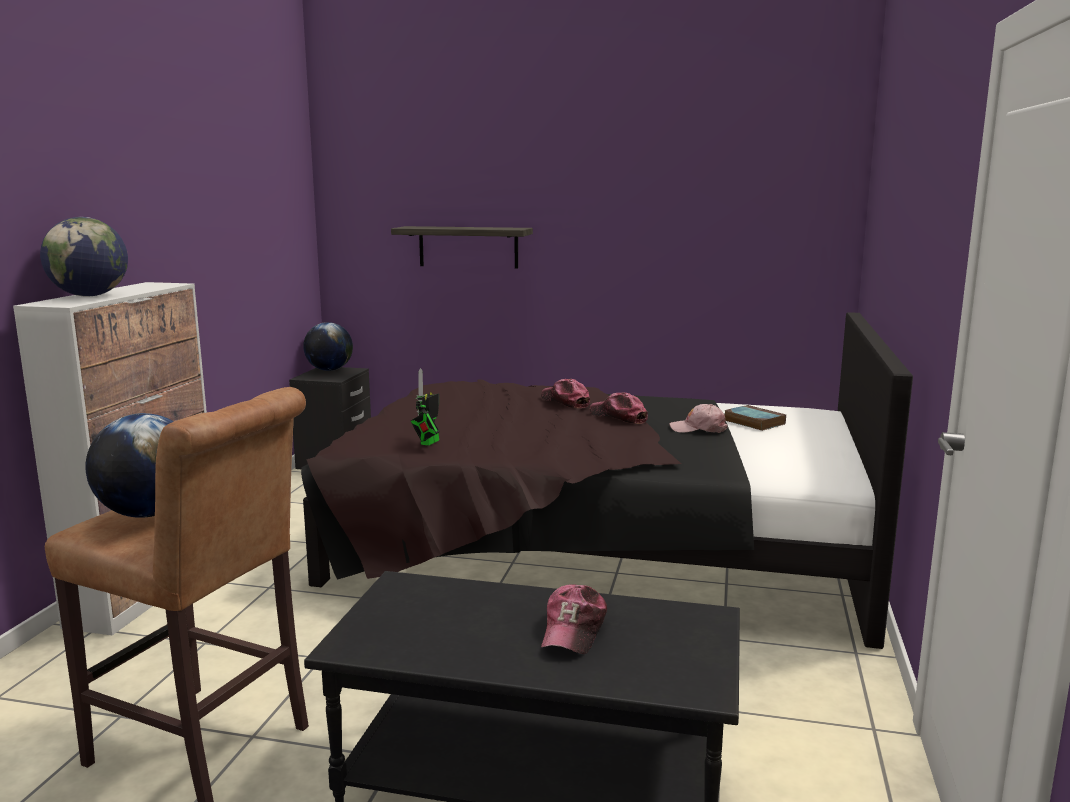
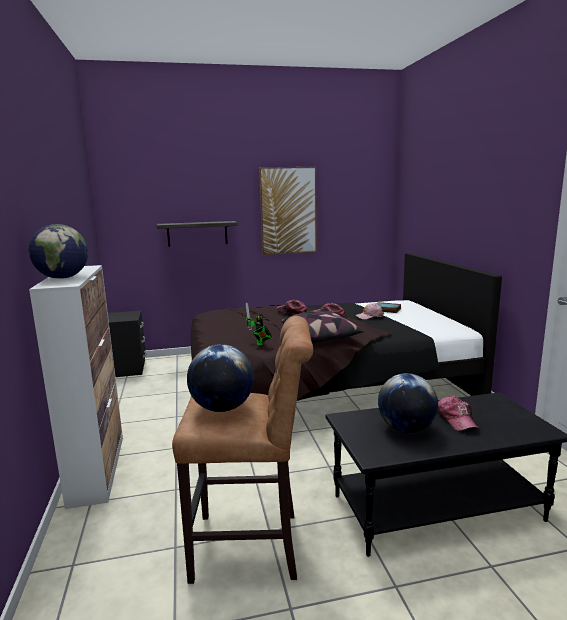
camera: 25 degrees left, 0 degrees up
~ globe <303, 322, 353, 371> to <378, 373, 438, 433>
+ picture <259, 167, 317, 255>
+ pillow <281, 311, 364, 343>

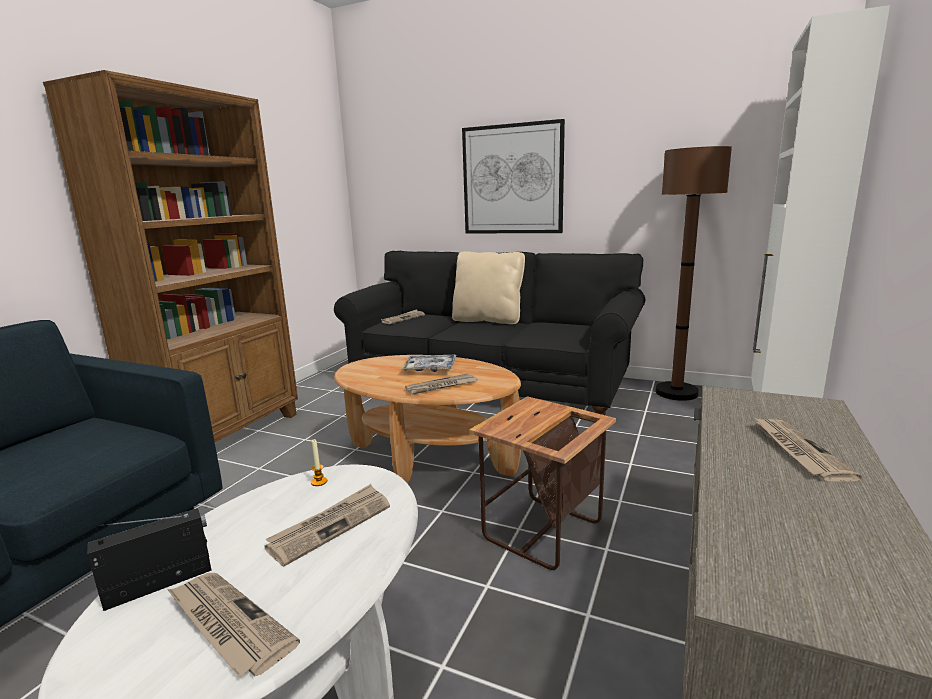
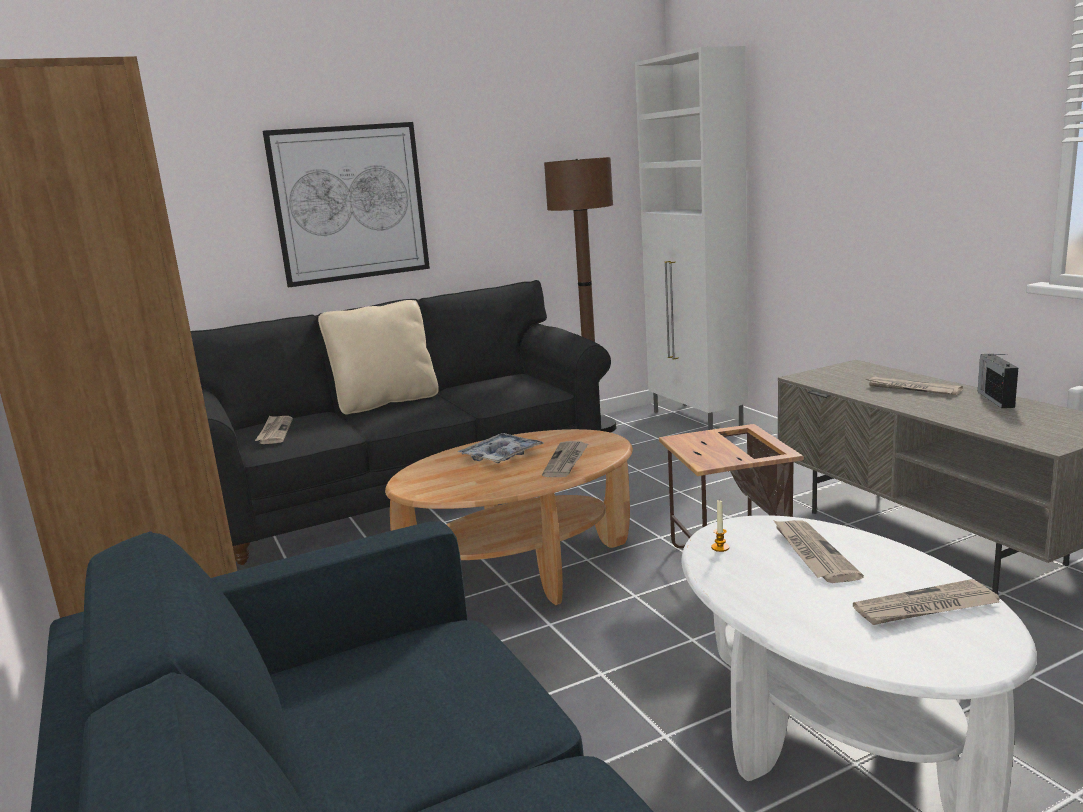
camera: 50 degrees left, 0 degrees up
~ radio <87, 508, 212, 611> to <978, 353, 1018, 408>

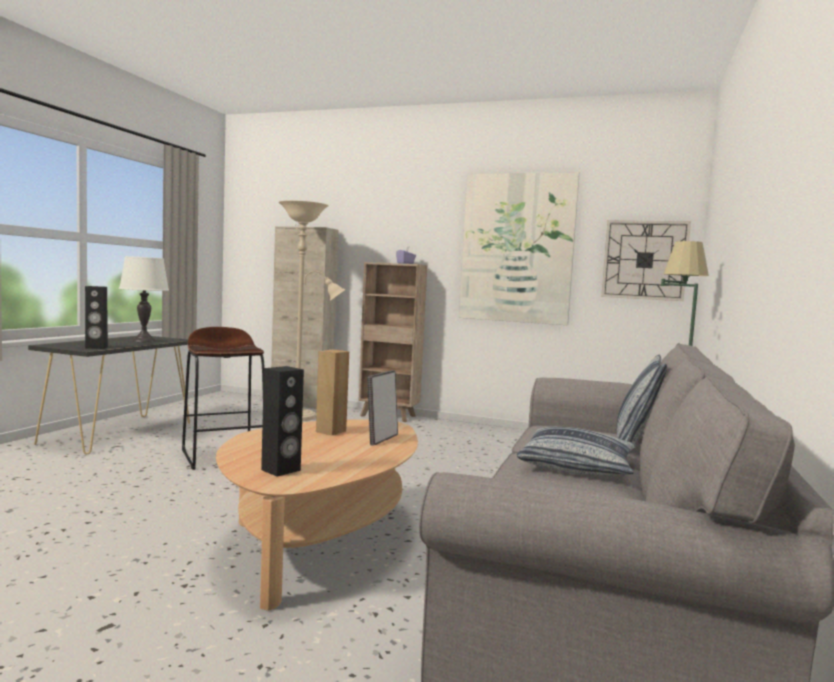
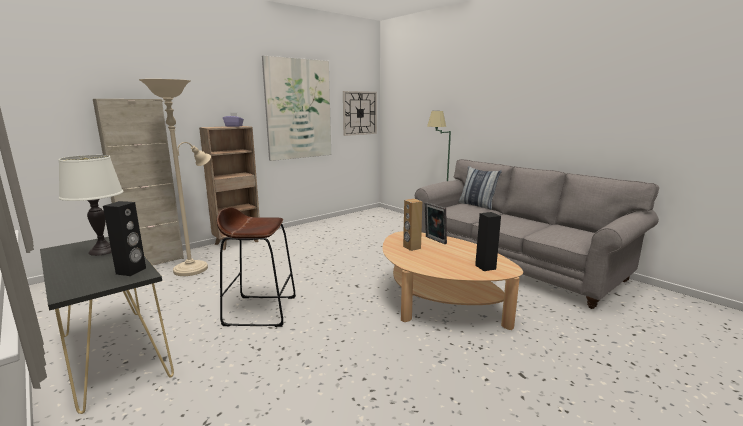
camera: 60 degrees left, 10 degrees up
- pillow <517, 427, 636, 475>

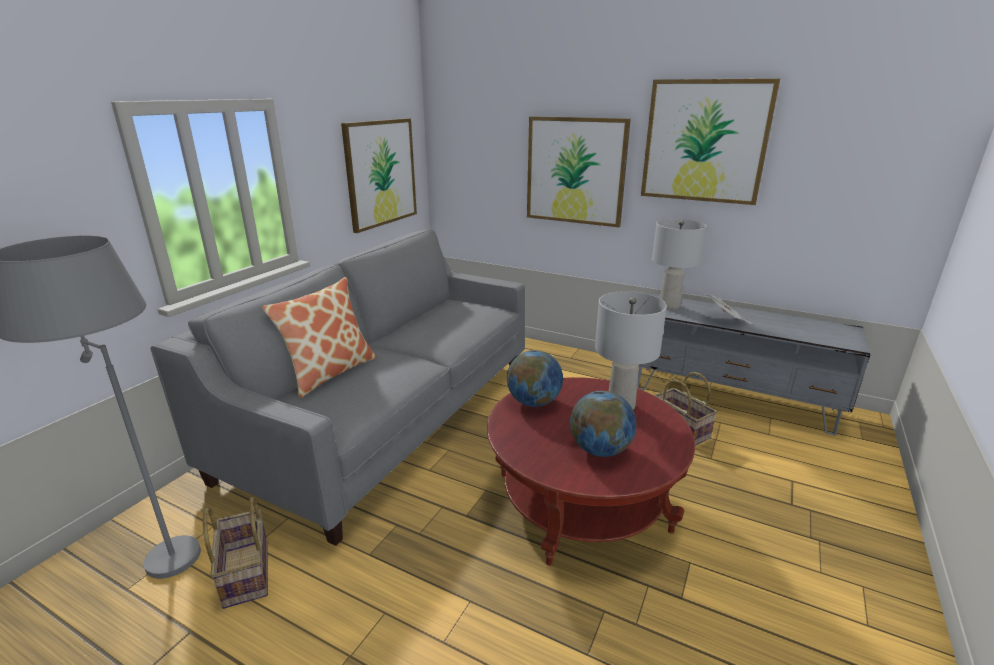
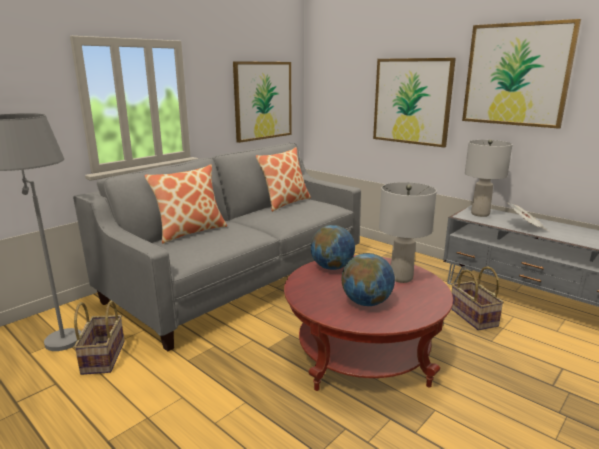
camera: 15 degrees right, 5 degrees down
+ pillow <256, 147, 311, 212>

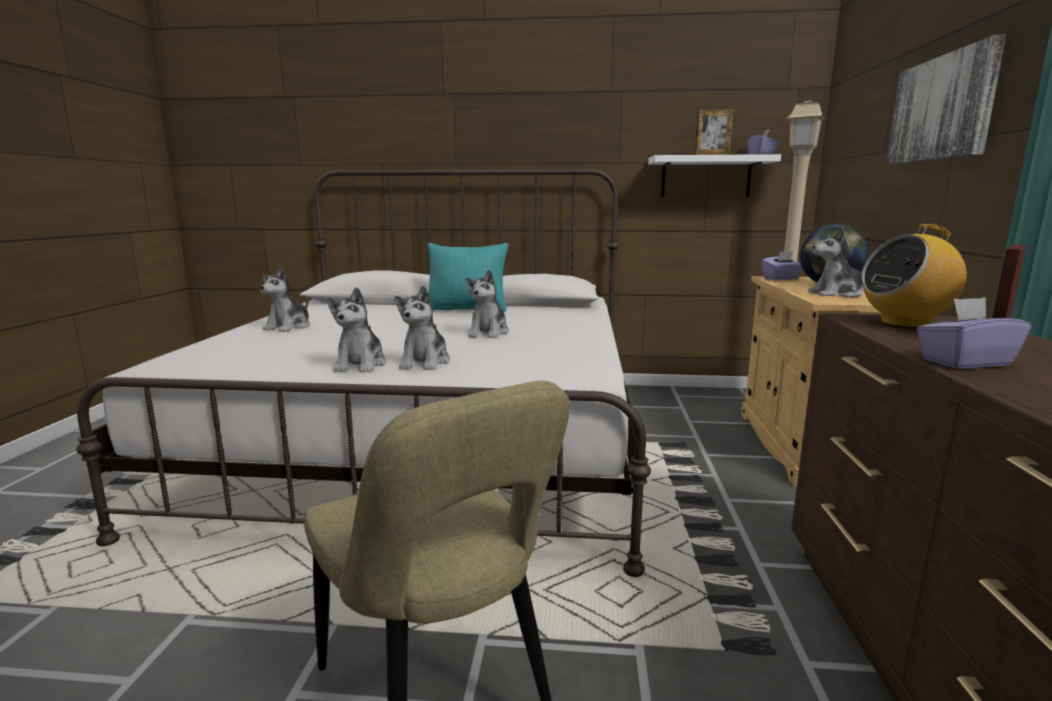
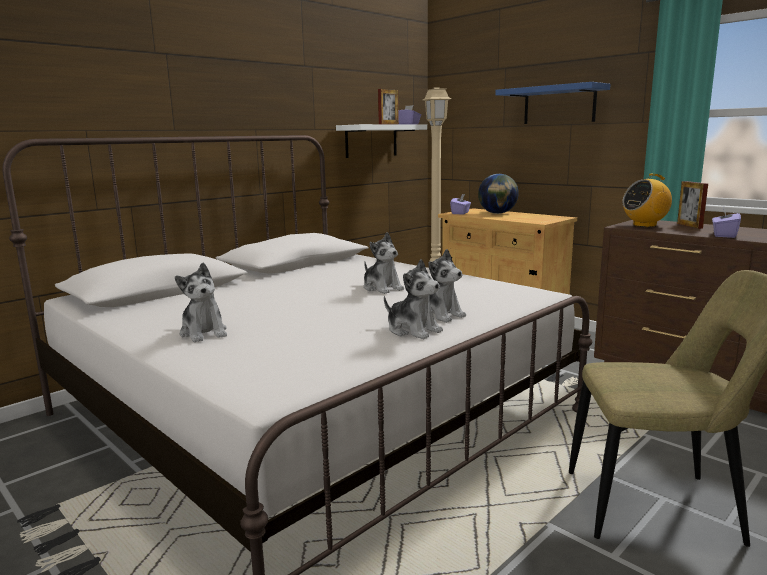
camera: 50 degrees left, 0 degrees up
~ picture <887, 35, 1006, 164> to shelf in blue <495, 82, 611, 124>
~ radio <862, 224, 967, 328> = <623, 174, 672, 227> 45 degrees clockwise
- plush toy <808, 228, 864, 297>
- pillow in turquoise <428, 243, 509, 312>

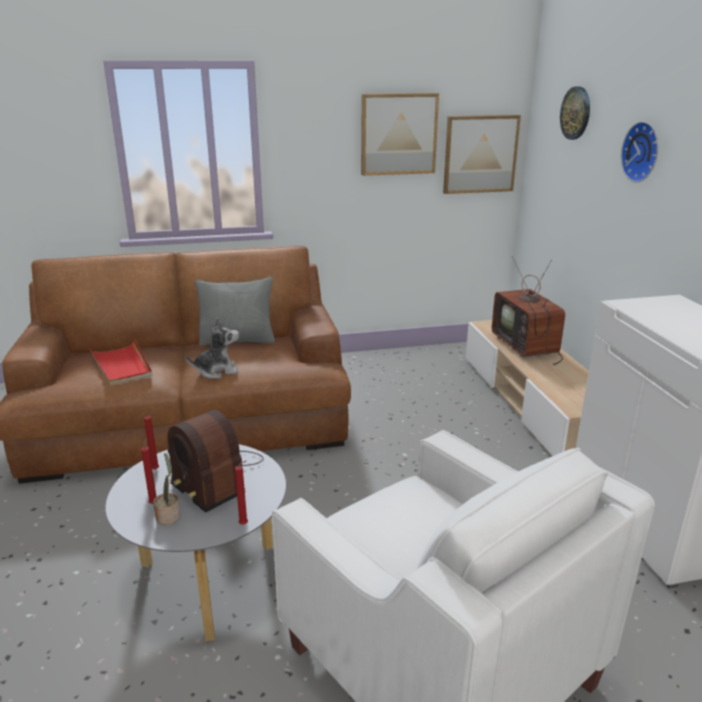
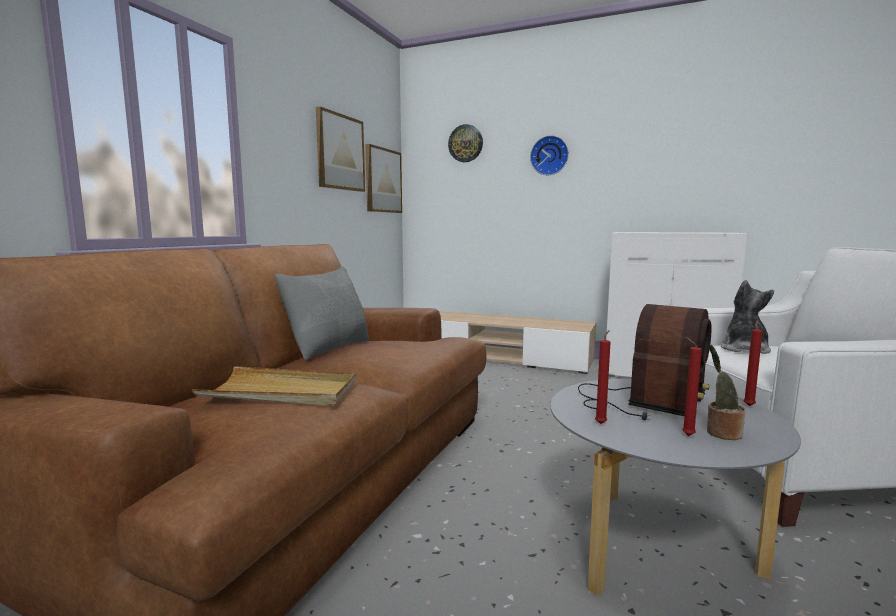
camera: 55 degrees left, 15 degrees down
- television <492, 256, 565, 365>
~ plush toy <185, 318, 239, 378> to <721, 280, 774, 354>
~ tray in red <89, 339, 152, 386> to tray in beige <192, 366, 356, 406>
~ radio <167, 410, 264, 513> = <578, 304, 711, 420> 45 degrees counterclockwise

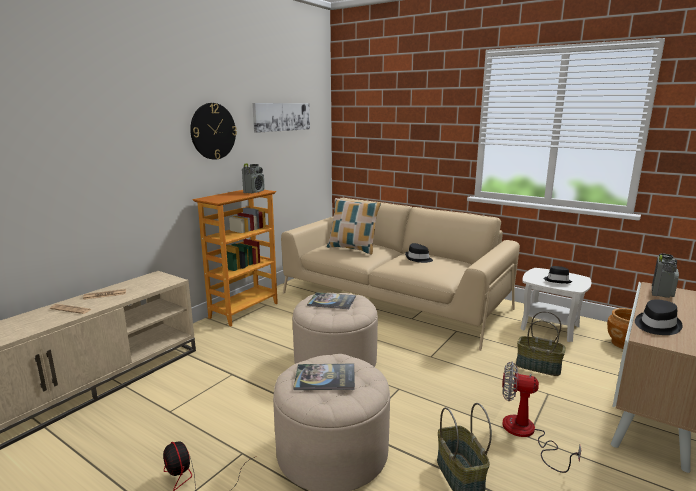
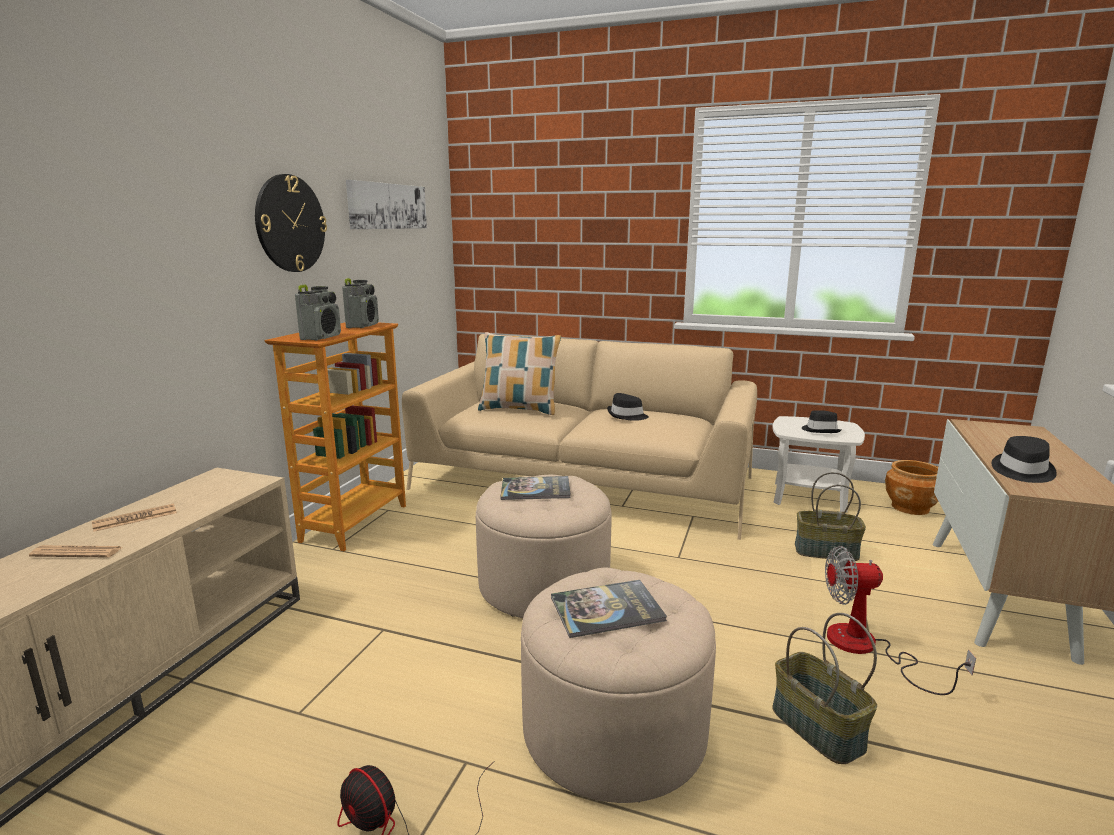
camera: 15 degrees left, 0 degrees up
~ radio <652, 253, 679, 298> to <295, 284, 341, 340>

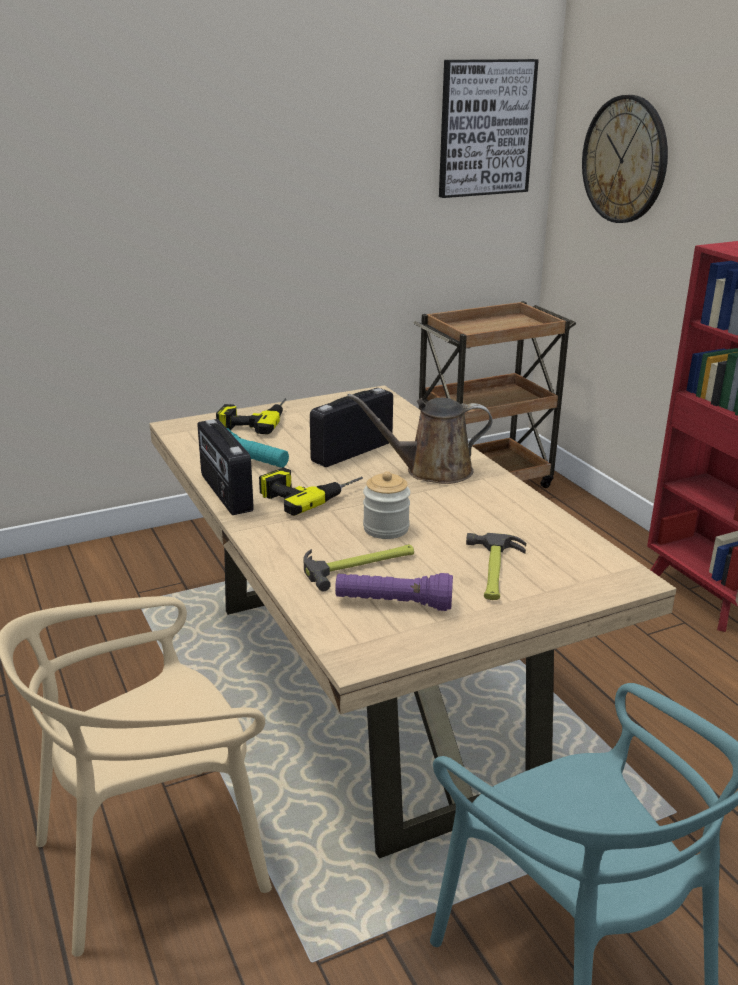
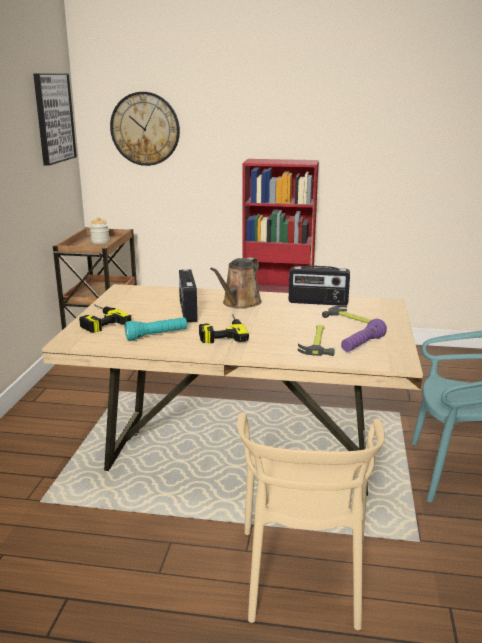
camera: 55 degrees left, 5 degrees down
~ radio <198, 419, 254, 515> to <289, 265, 350, 305>
~ jar <363, 471, 410, 539> to <90, 217, 110, 244>

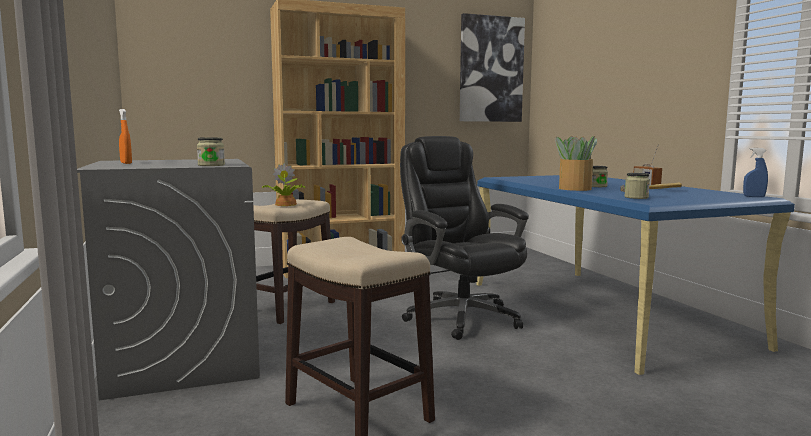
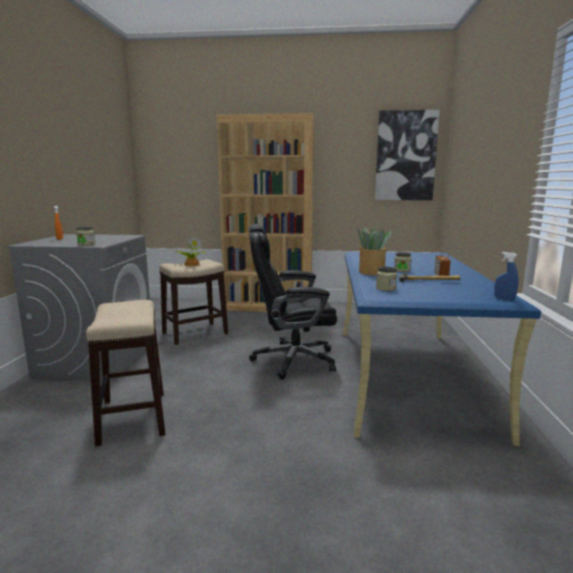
camera: 25 degrees right, 5 degrees up
~ office chair in black <400, 136, 529, 340> = <249, 224, 337, 380> 90 degrees counterclockwise

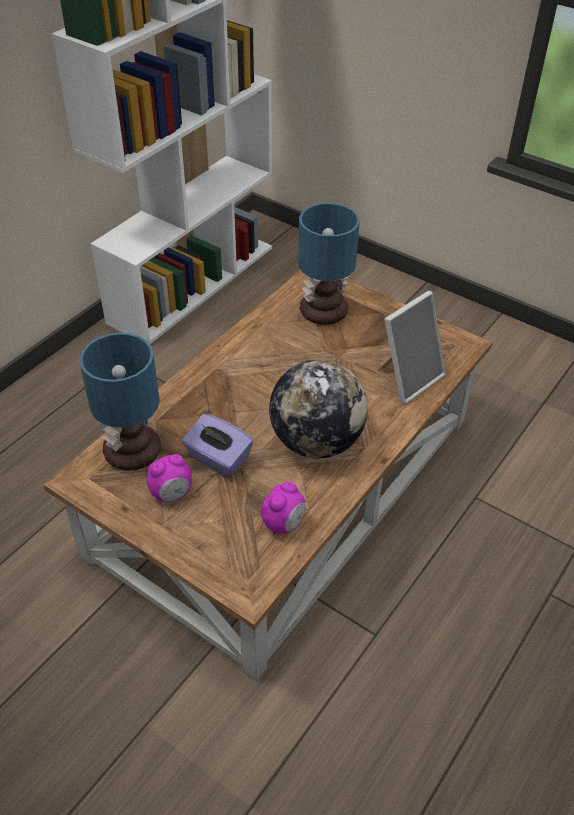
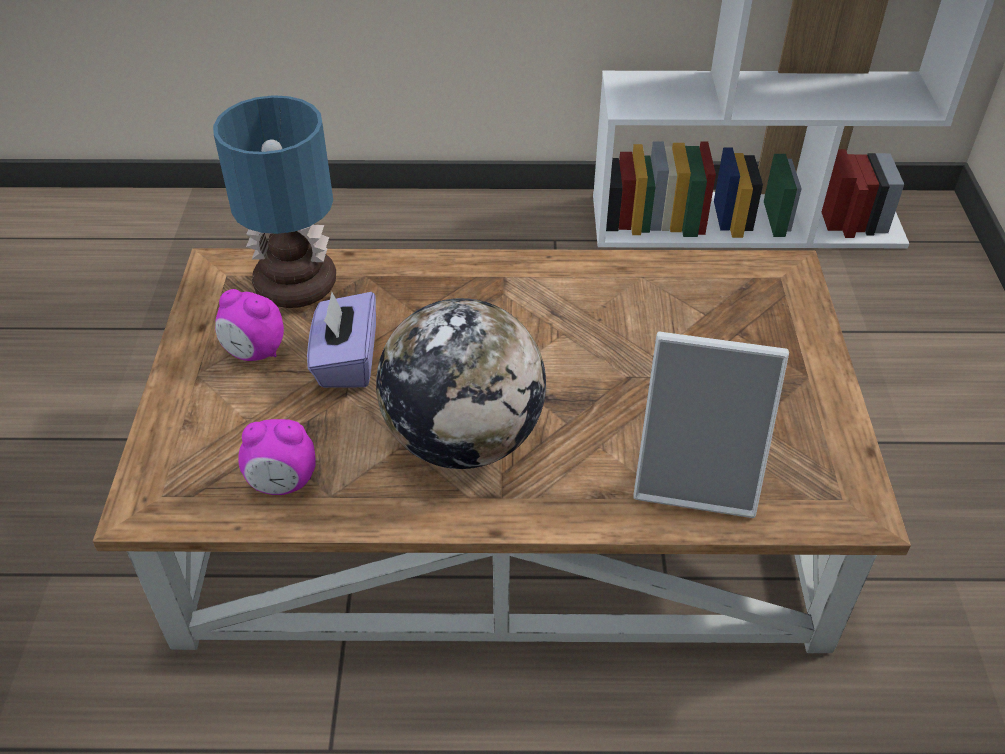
camera: 55 degrees right, 0 degrees up
- table lamp <298, 203, 360, 325>

